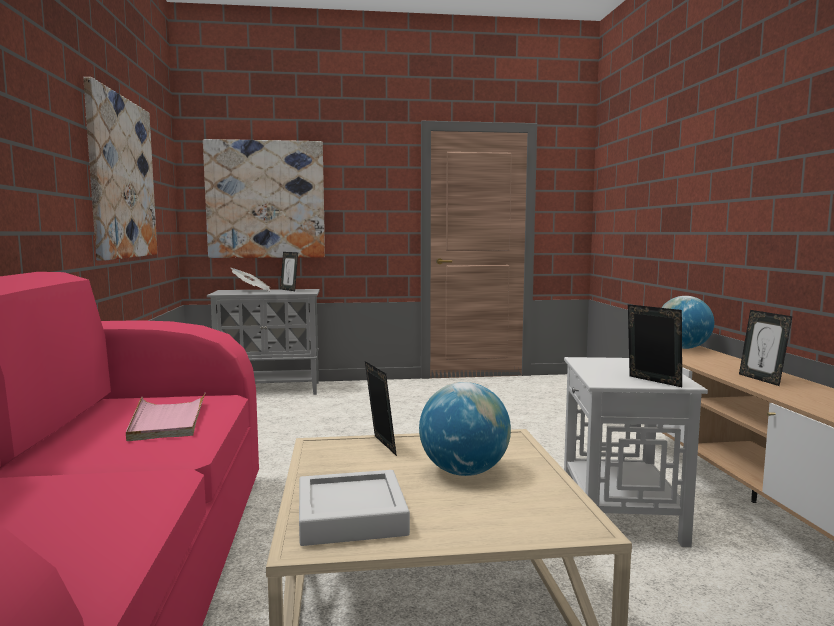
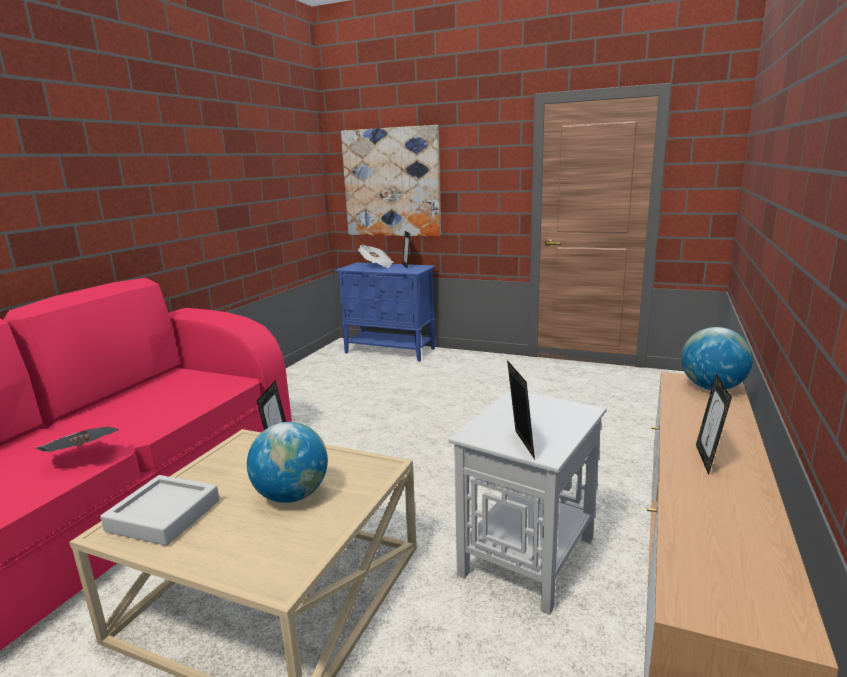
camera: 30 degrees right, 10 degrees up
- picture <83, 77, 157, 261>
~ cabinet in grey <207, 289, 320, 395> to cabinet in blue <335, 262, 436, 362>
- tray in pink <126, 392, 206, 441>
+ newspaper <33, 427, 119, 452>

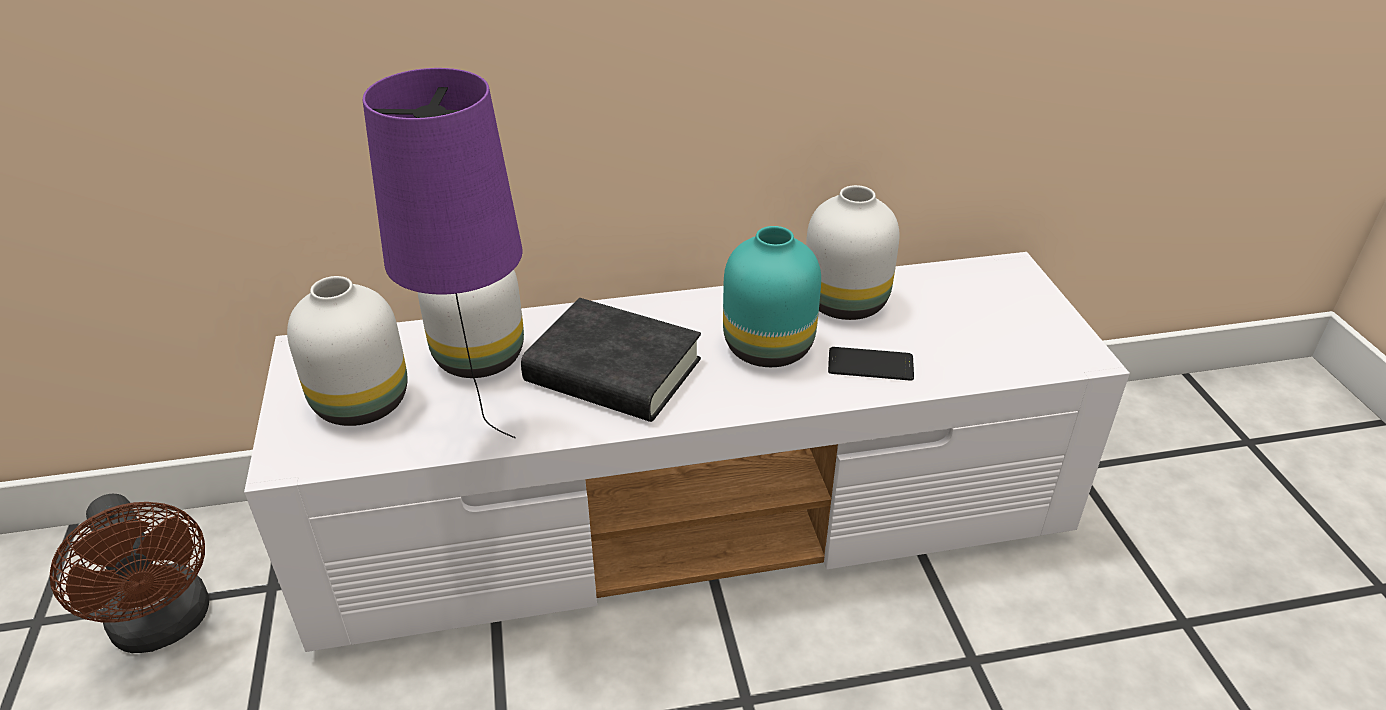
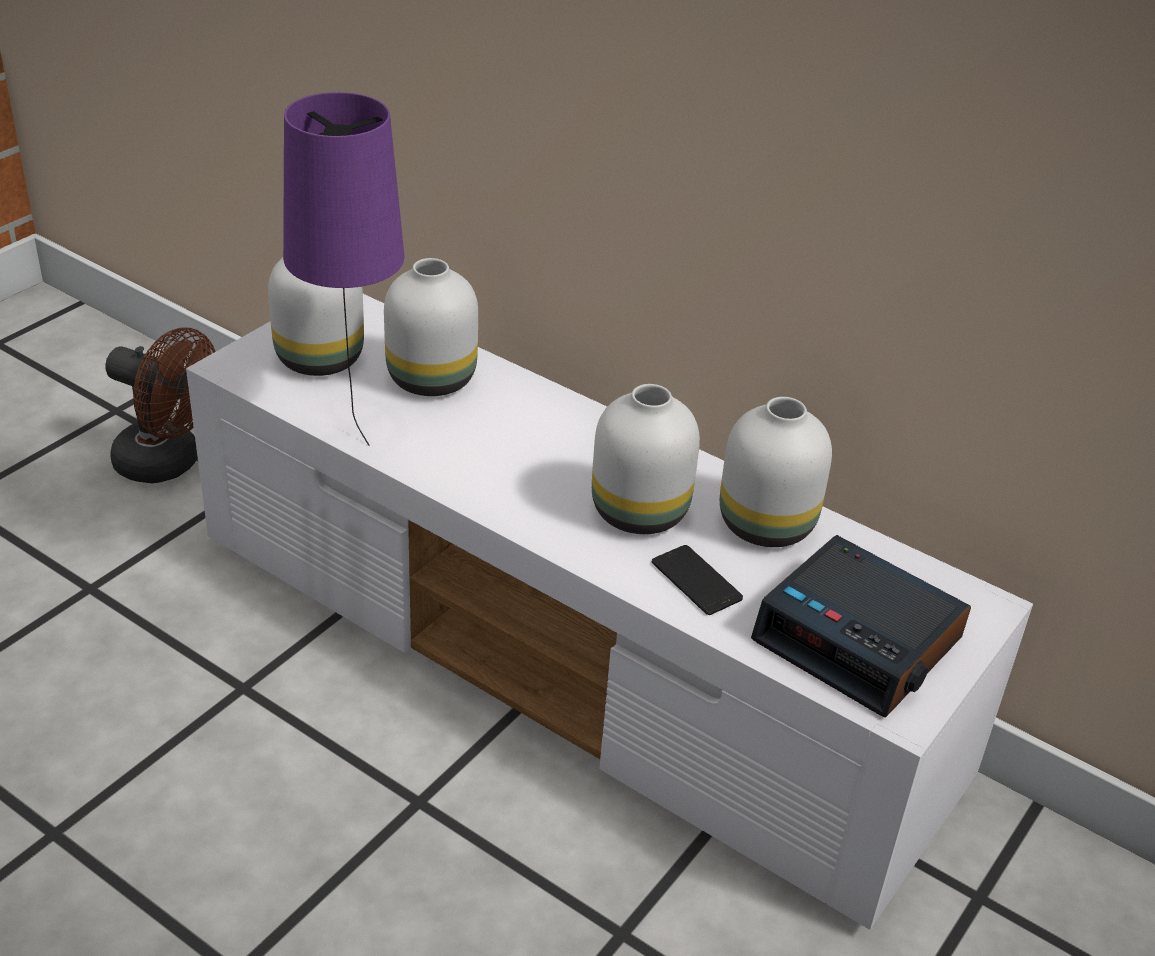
camera: 45 degrees right, 0 degrees up
~ vase in turquoise <723, 226, 821, 367> to vase in white <592, 384, 700, 534>
- book in black <521, 298, 701, 422>
~ fan in brown <50, 494, 209, 653> = <105, 328, 216, 483> 75 degrees counterclockwise
+ alarm clock <751, 535, 971, 718>

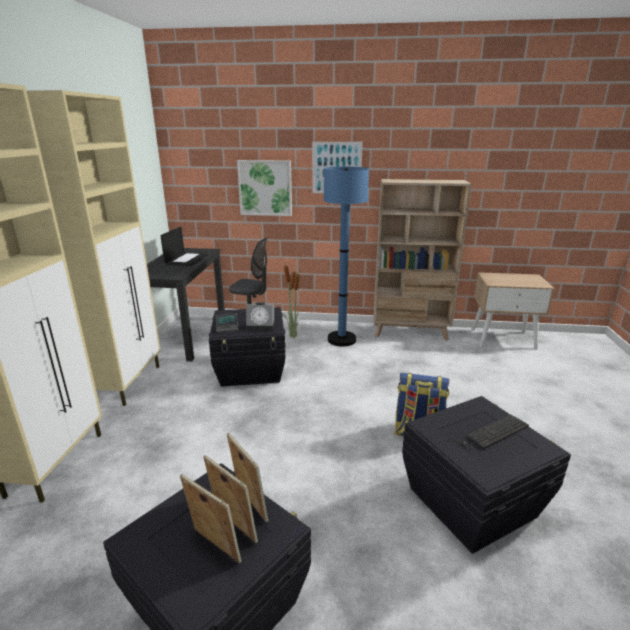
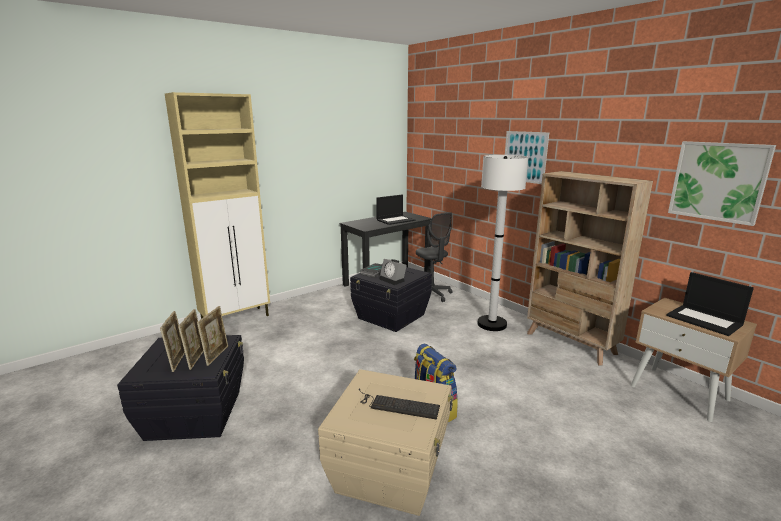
camera: 45 degrees right, 5 degrees down
- cabinet in beige <27, 90, 161, 406>
~ picture <237, 160, 292, 216> to <668, 141, 776, 226>
~ floor lamp in blue <324, 167, 369, 347> to floor lamp in white <477, 155, 528, 331>
- potted plant <281, 265, 304, 338>
~ storage box in black <402, 396, 571, 554> to storage box in beige <318, 369, 454, 516>
+ laptop <666, 272, 754, 336>

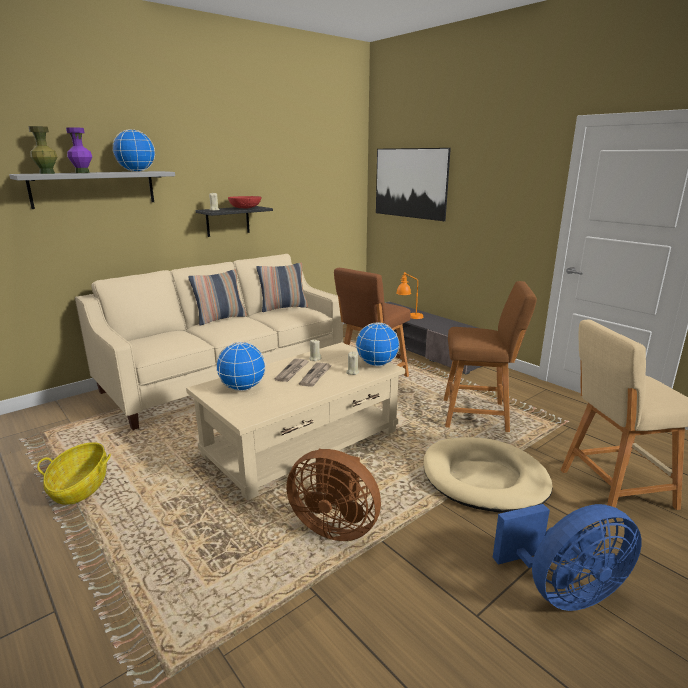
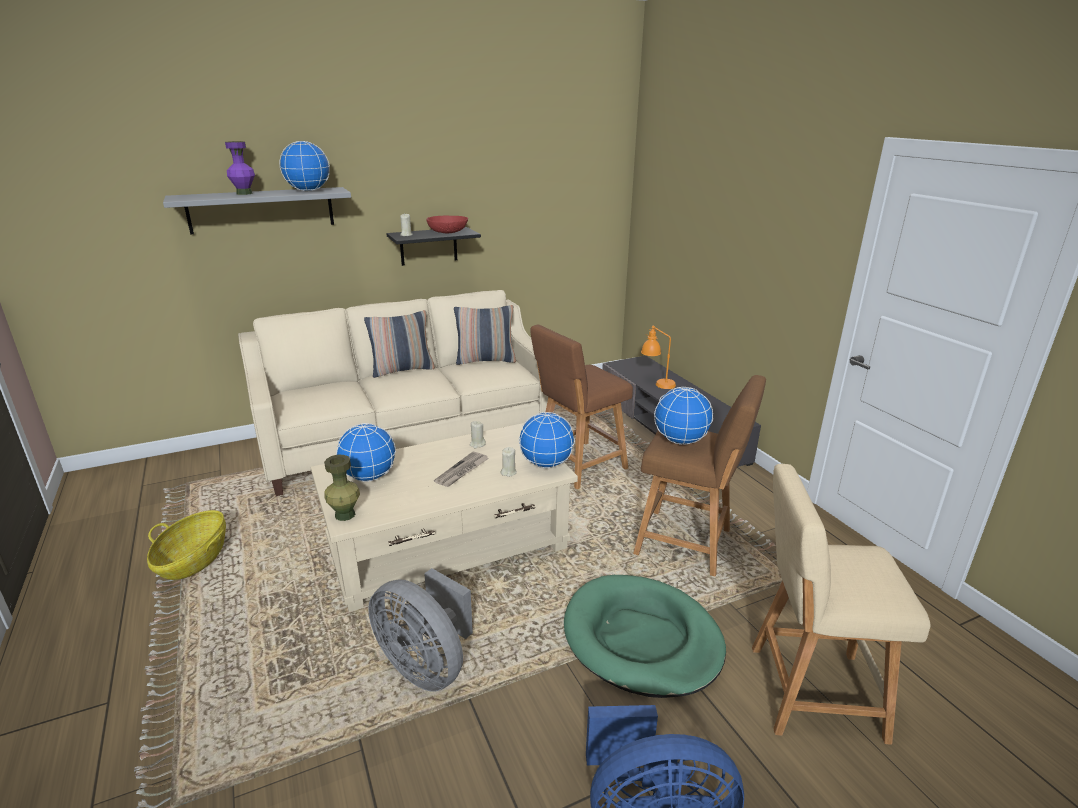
camera: 15 degrees right, 5 degrees up
~ vase in green <28, 126, 57, 174> to <324, 455, 360, 521>
- picture <376, 148, 451, 221>
- newspaper <274, 359, 309, 382>
~ dog bed in beige <424, 437, 552, 512> to dog bed in green <564, 575, 726, 698>
~ fan in brown <286, 449, 381, 541> to fan in grey <368, 568, 473, 692>
+ globe <654, 387, 713, 445>

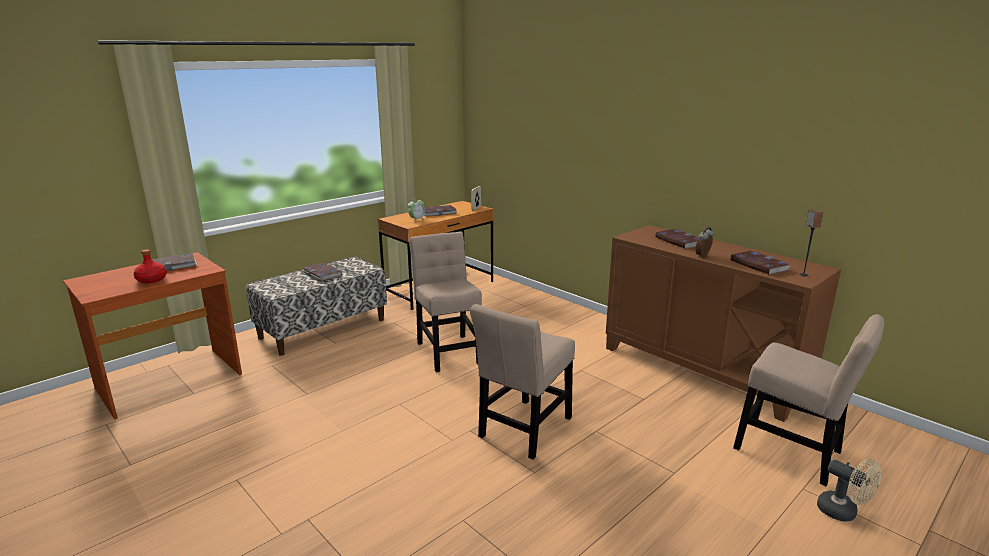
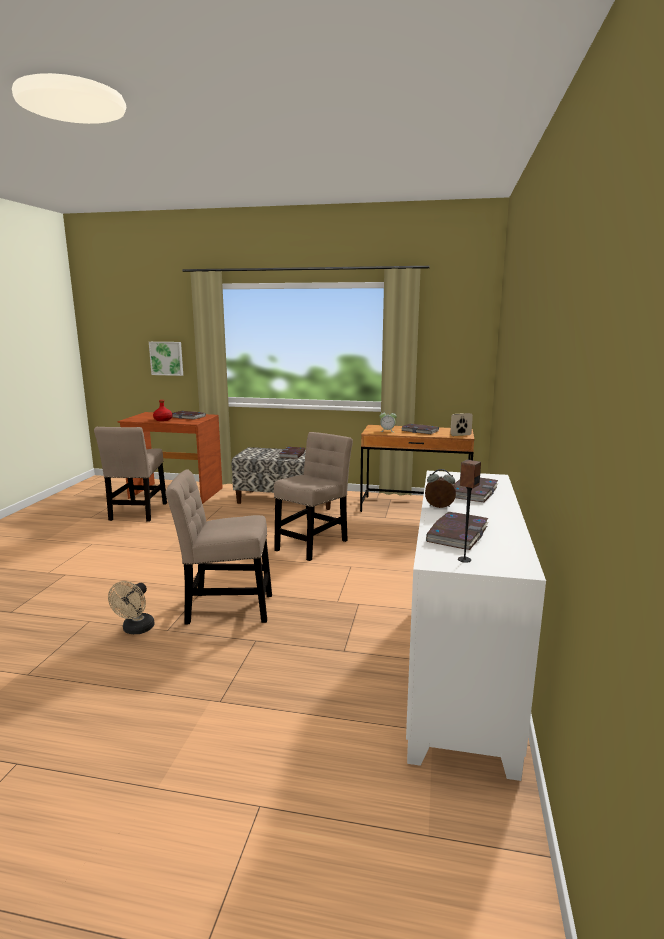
camera: 55 degrees right, 5 degrees down
~ cabinet in brown <606, 225, 841, 422> to cabinet in white <406, 471, 546, 781>
~ chair in beige <733, 314, 885, 486> to <94, 427, 167, 522>
~ fan in beige <817, 458, 881, 521> to <108, 581, 154, 634>
+ picture <149, 342, 183, 376>

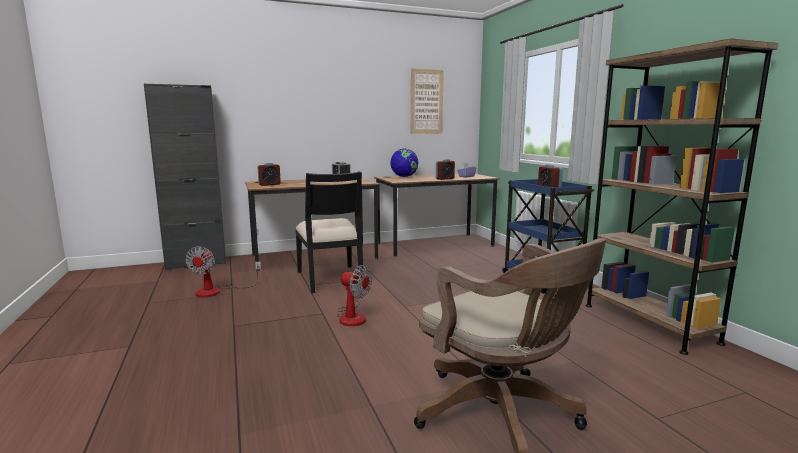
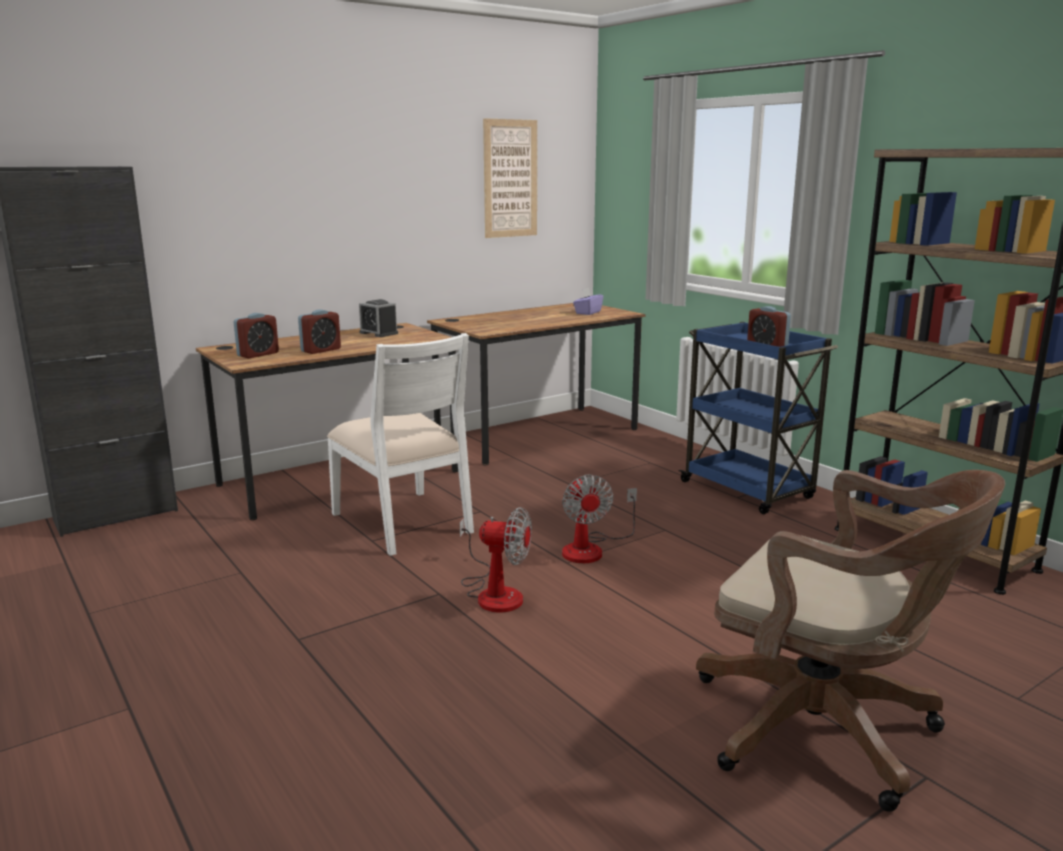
camera: 15 degrees left, 5 degrees up
- globe <391, 149, 418, 177>
~ alarm clock <436, 159, 455, 180> to <298, 310, 341, 354>
~ chair in black <295, 171, 363, 293> to chair in white <327, 333, 474, 556>
~ fan <185, 246, 261, 297> to <562, 474, 637, 563>

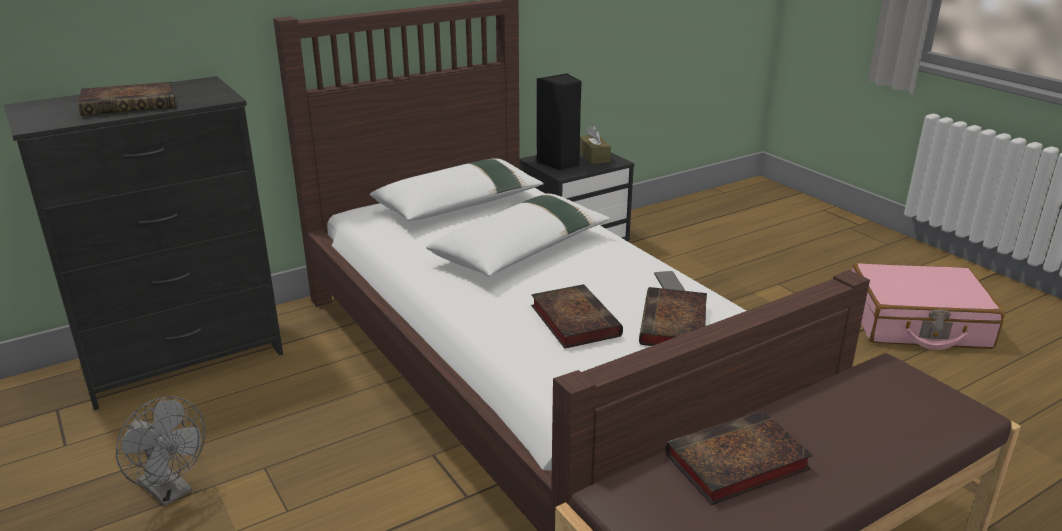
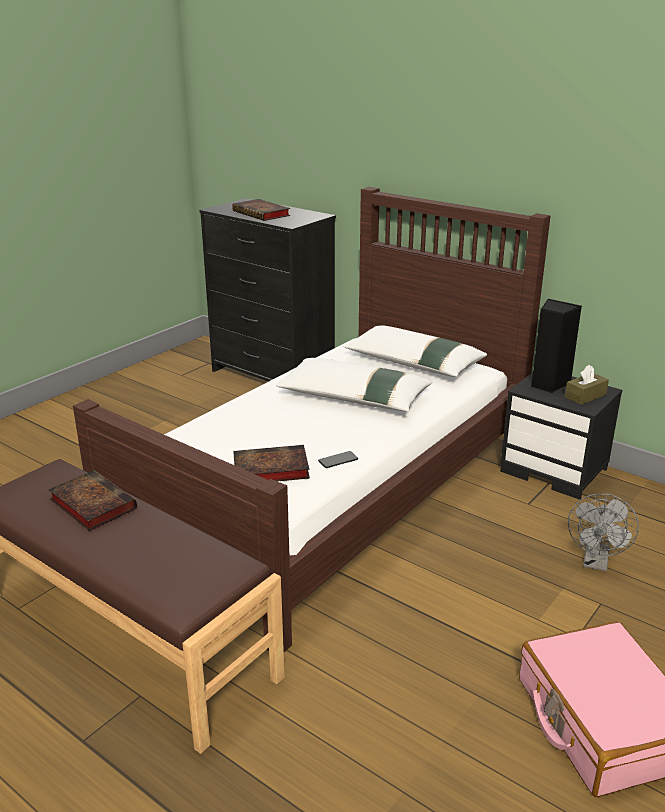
camera: 70 degrees right, 0 degrees up
- book <531, 284, 623, 349>
~ fan in grey <116, 397, 205, 506> to <568, 493, 639, 571>

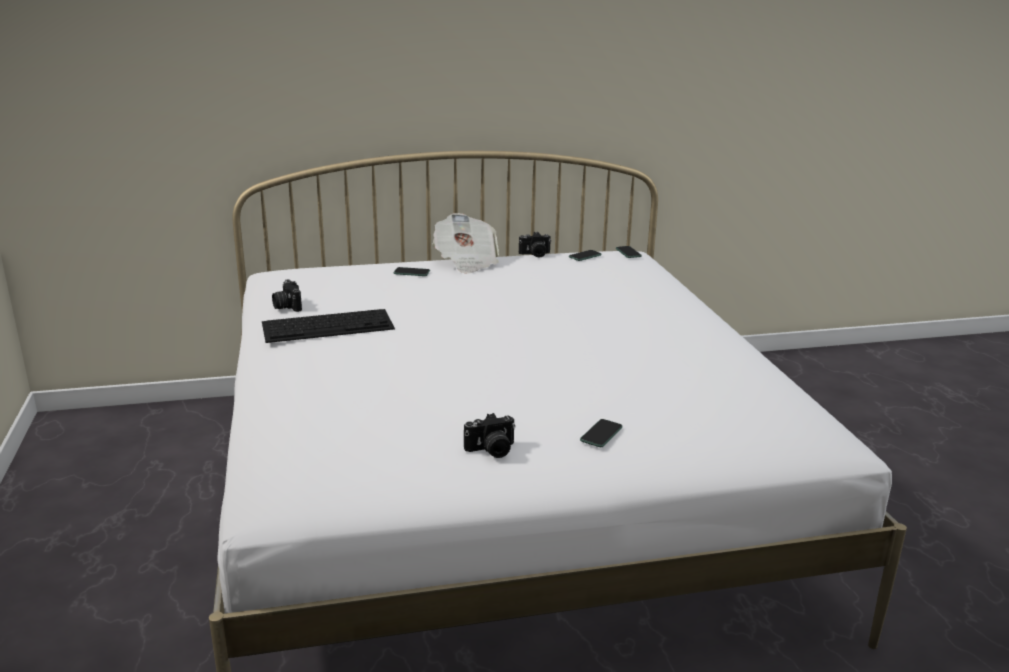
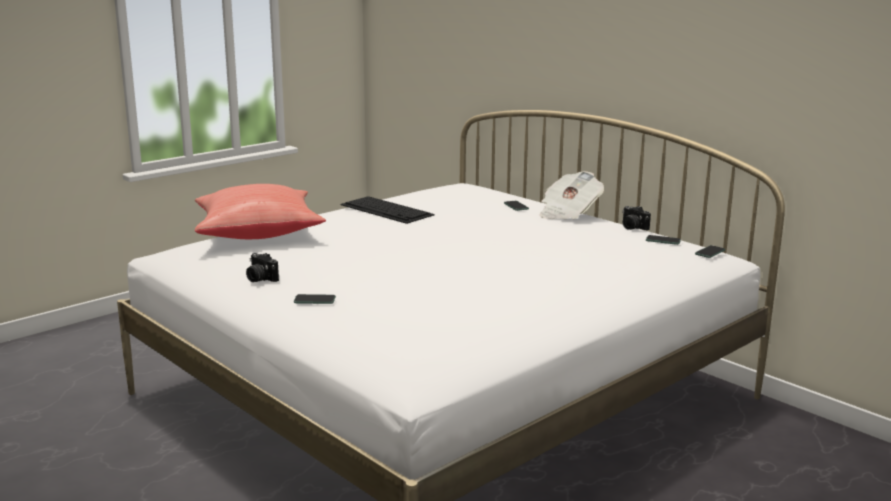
camera: 60 degrees right, 5 degrees down
- photo camera <272, 279, 302, 312>
+ pillow in red <195, 184, 326, 239>

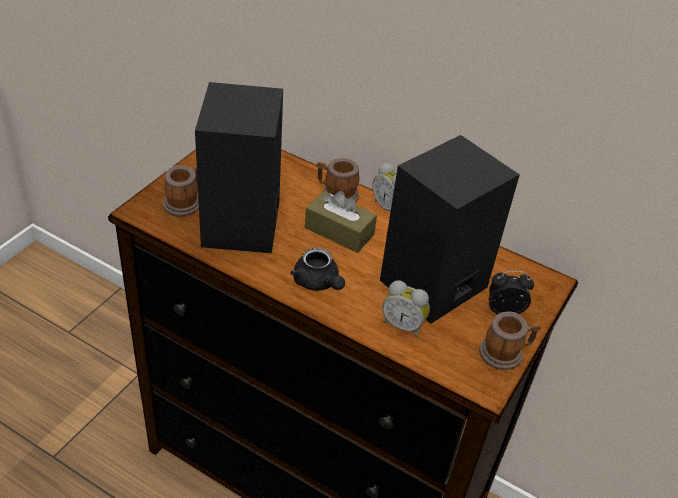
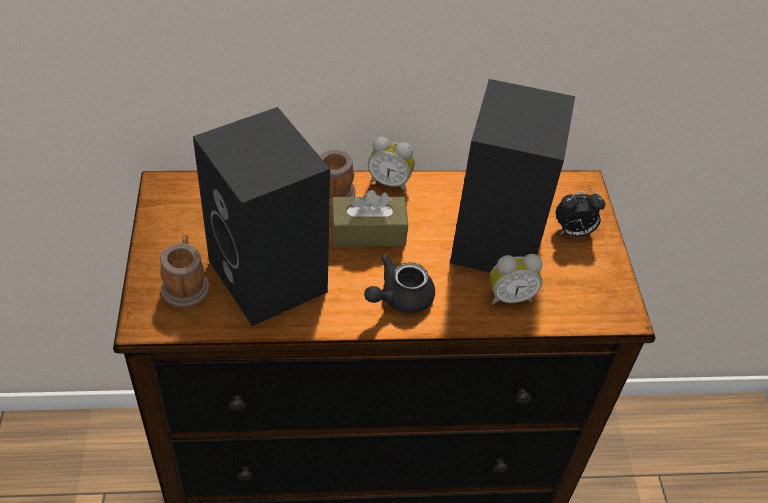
camera: 35 degrees left, 5 degrees up
~ teapot in black <290, 248, 345, 291> = <364, 255, 435, 313> 120 degrees clockwise
~ alarm clock <489, 271, 534, 314> = <556, 191, 605, 237> 150 degrees counterclockwise
- mug <479, 312, 541, 370>

